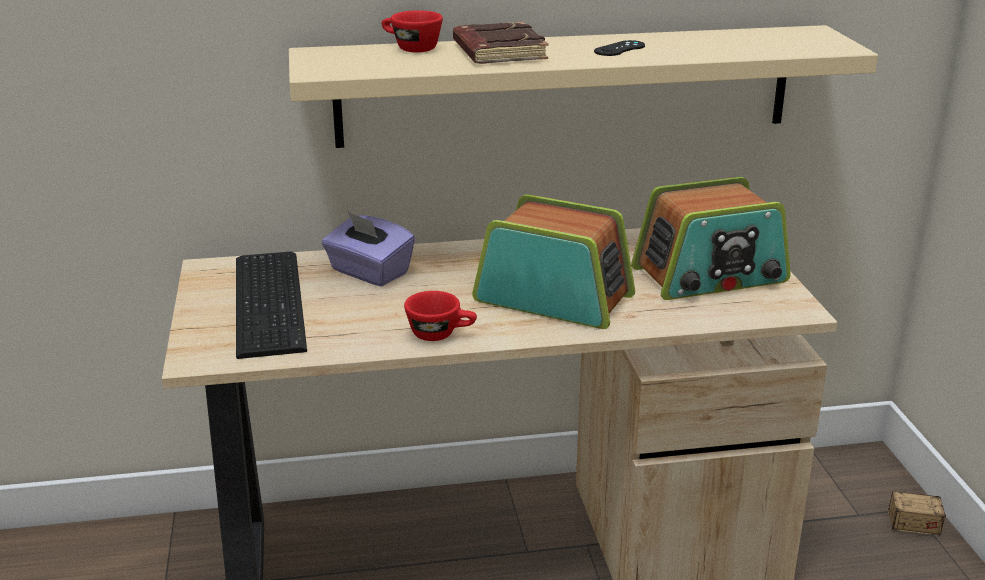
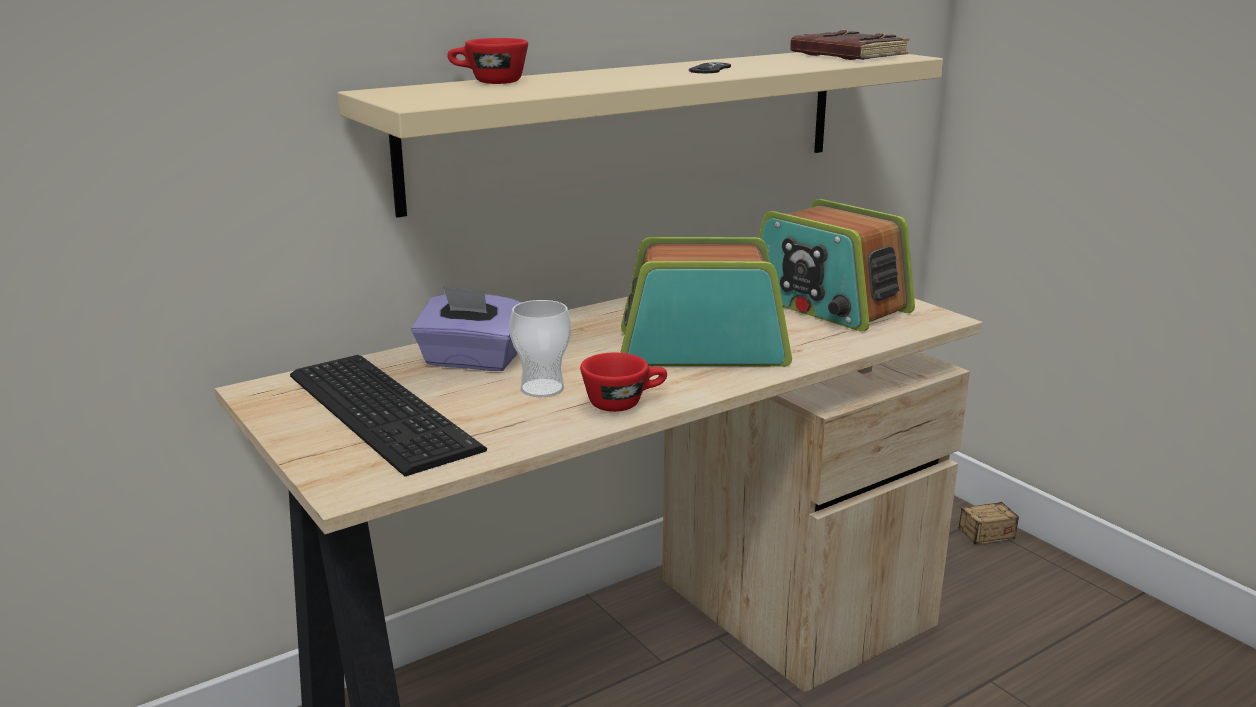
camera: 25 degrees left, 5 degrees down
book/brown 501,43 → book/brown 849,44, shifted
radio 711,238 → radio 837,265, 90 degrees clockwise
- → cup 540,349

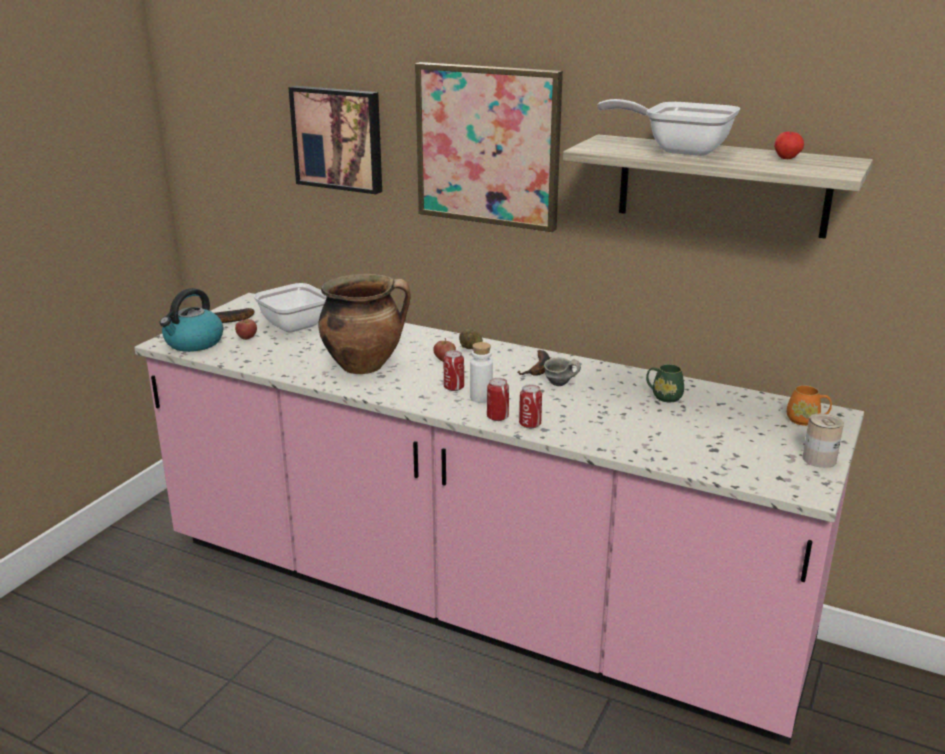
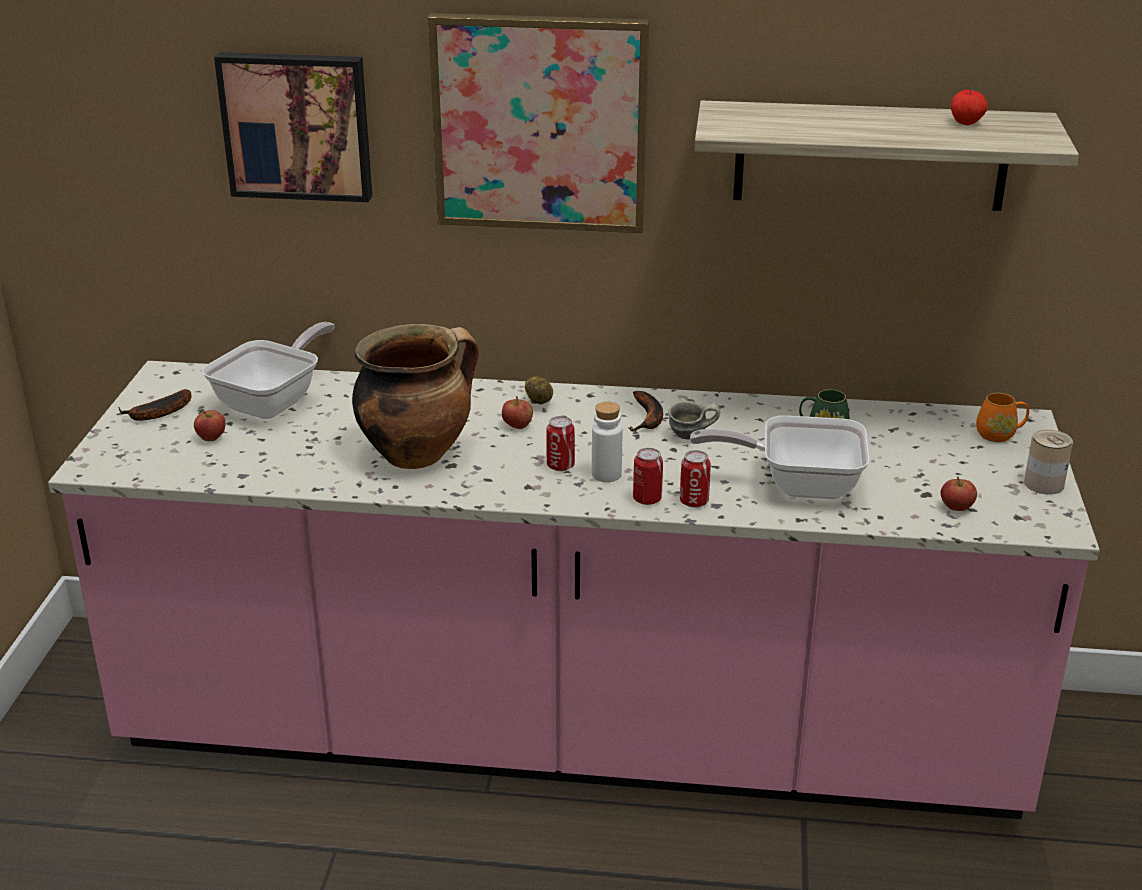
camera: 20 degrees left, 5 degrees up
frying pan 668,127 → frying pan 780,457, shifted
kettle 191,320 → -
- → apple 959,493

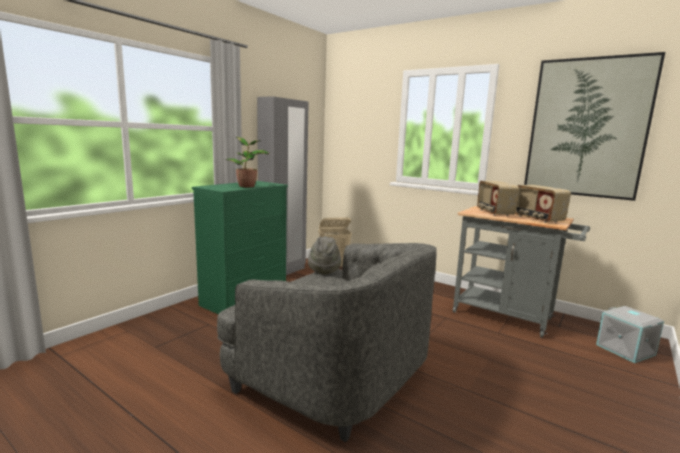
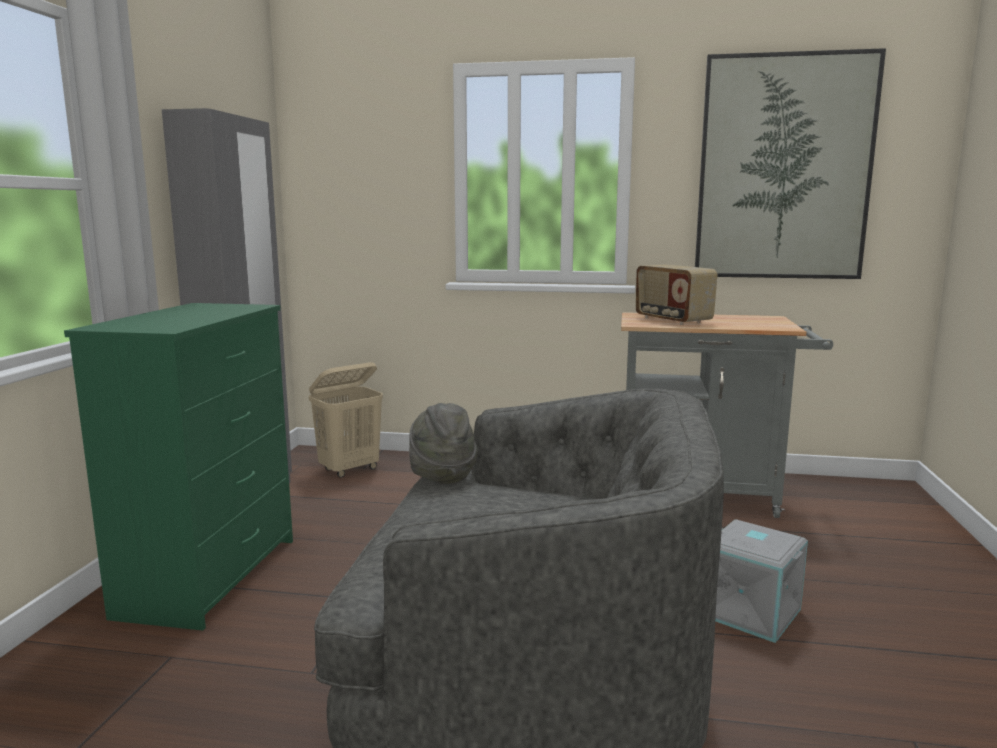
camera: 25 degrees left, 0 degrees up
potted plant 248,162 → -
radio 543,204 → -
storage box/grey 630,334 → storage box/grey 761,581, shifted

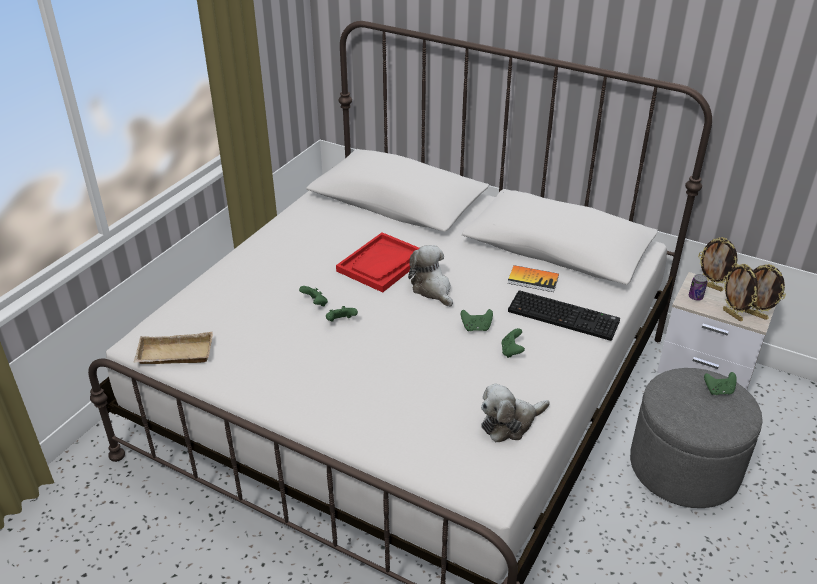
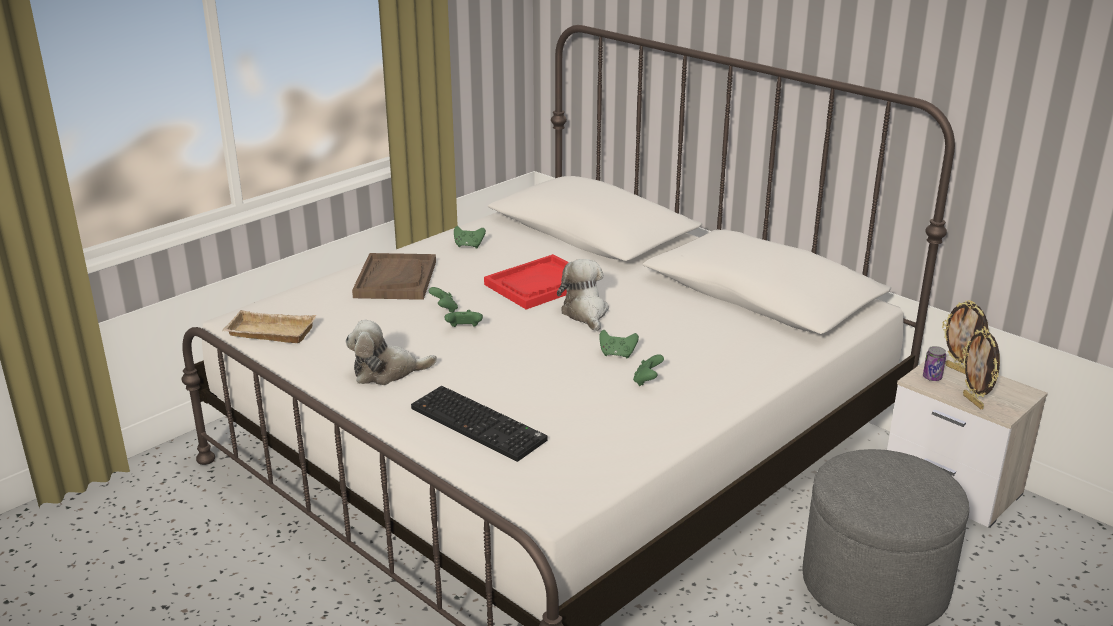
camera: 15 degrees right, 10 degrees down
picture frame 765,292 → -
book 533,278 → -
keyboard 564,315 → keyboard 479,424, shifted
game controller/green 720,383 → game controller/green 470,237, shifted
plush toy 515,413 → plush toy 391,352, shifted
- → tray/brown 394,276

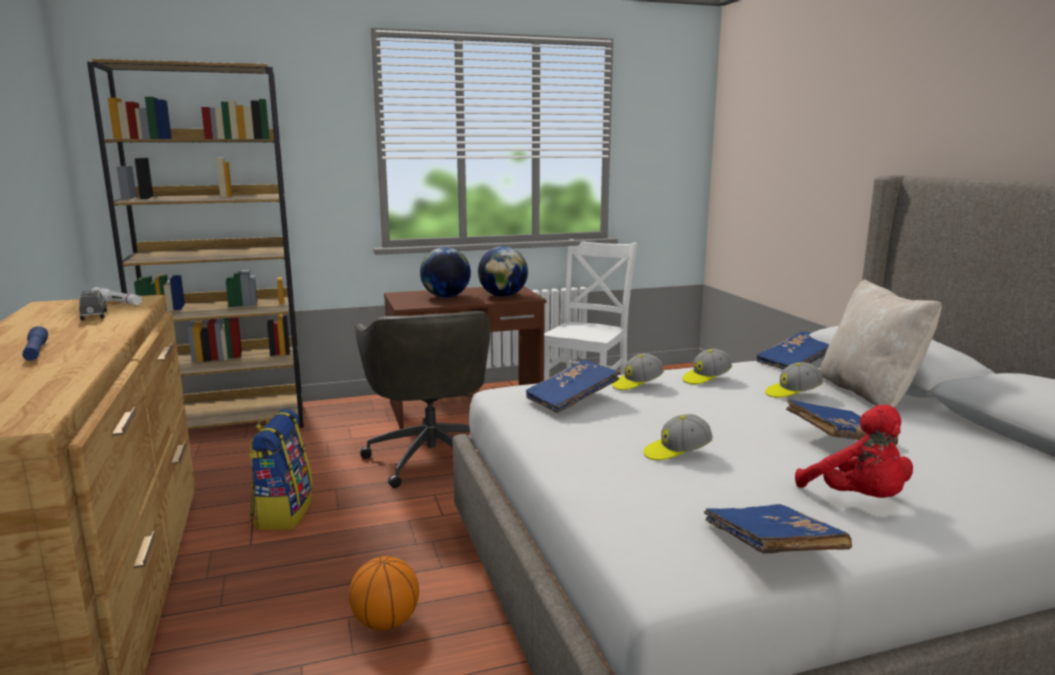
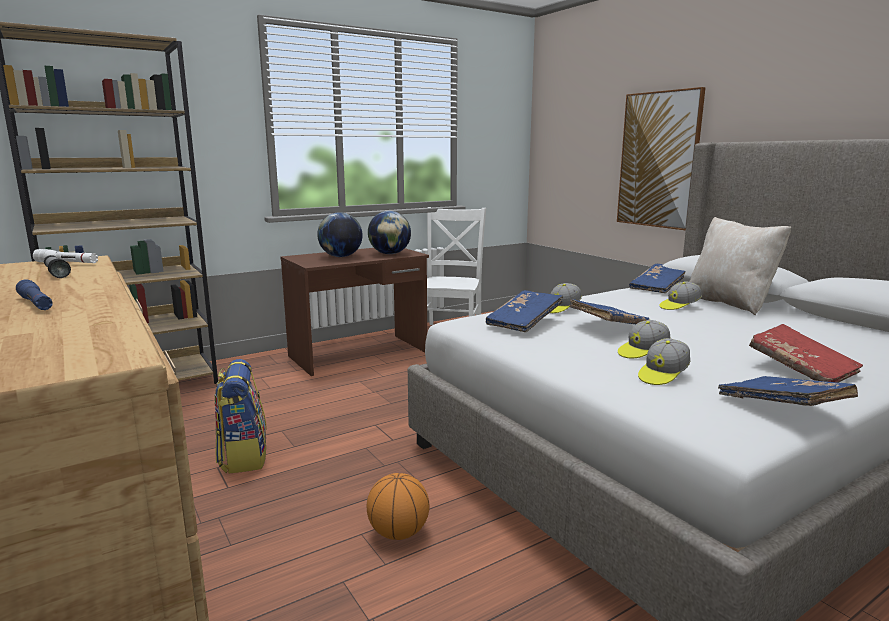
camera: 15 degrees left, 0 degrees up
toy car/grey 93,305 → flashlight 57,266
office chair/grey 422,399 → -
cap 707,366 → cap 664,361, shifted
book/blue 842,422 → book/blue 609,311, shifted
plush toy/red 854,451 → book/red 806,353
- → picture 661,159

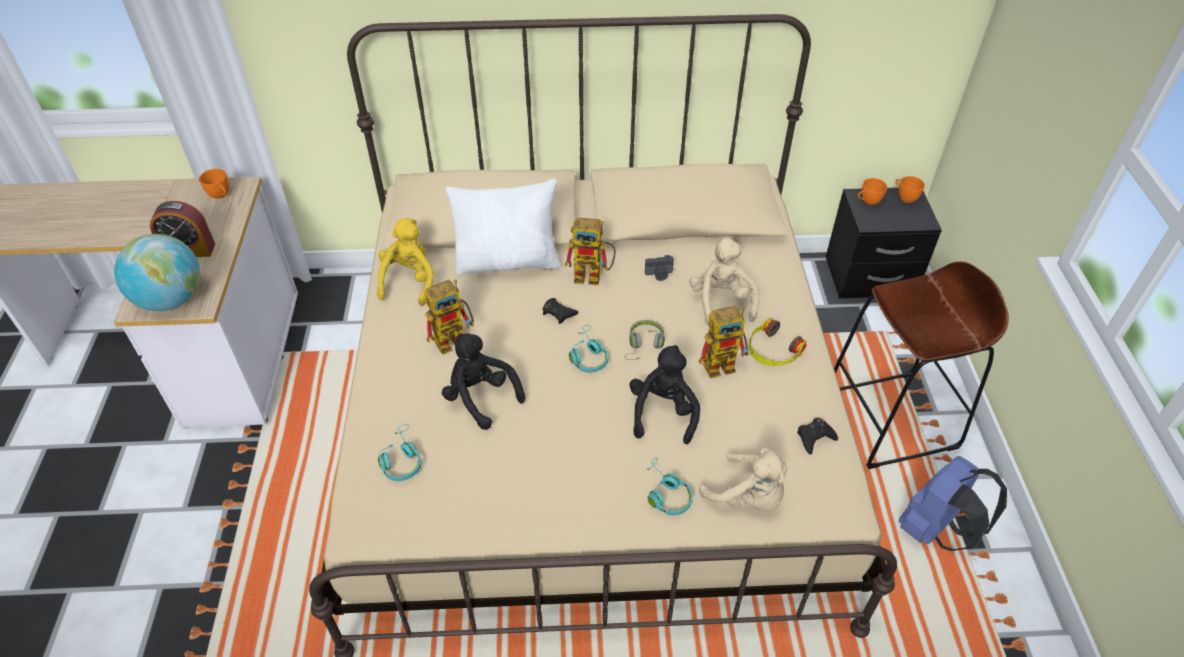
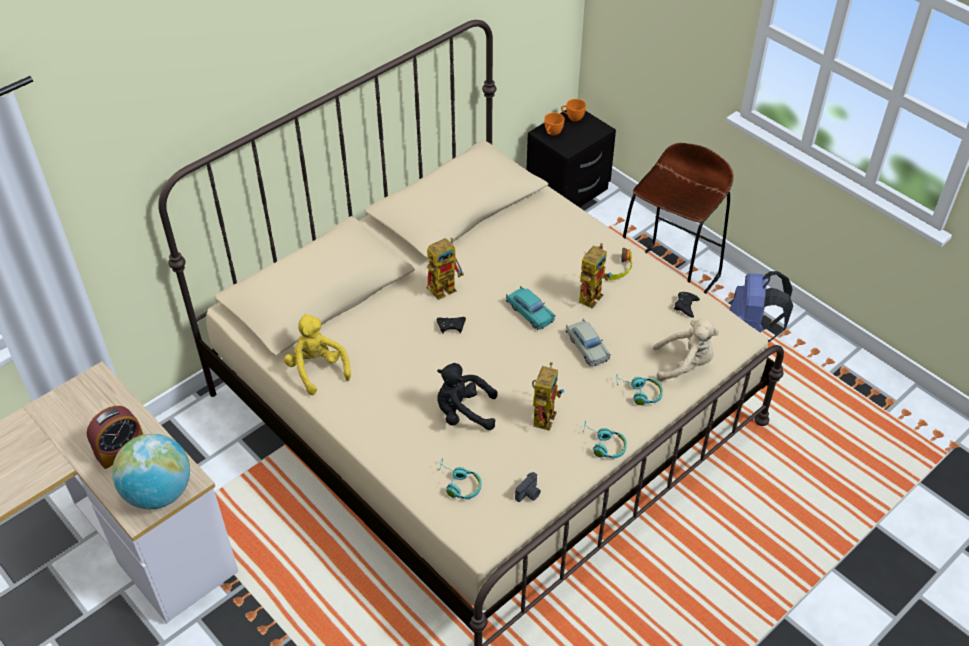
camera: 40 degrees left, 0 degrees up
cup/orange 214,184 → -
pillow/white 503,227 → -
plush toy/beige 724,281 → -
photo camera 659,268 → photo camera 528,487, shifted
toy robot 449,317 → toy robot 548,396, shifted
headphones/grey 645,340 → toy car/turquoise 530,308
headphones/turquoise 588,348 → headphones/turquoise 604,439, shifted
plush toy/black 664,394 → toy car/beige 588,342

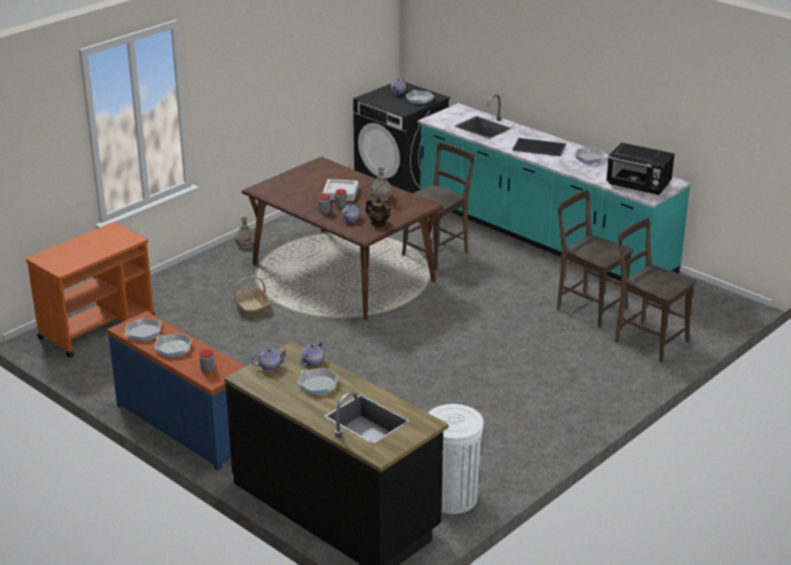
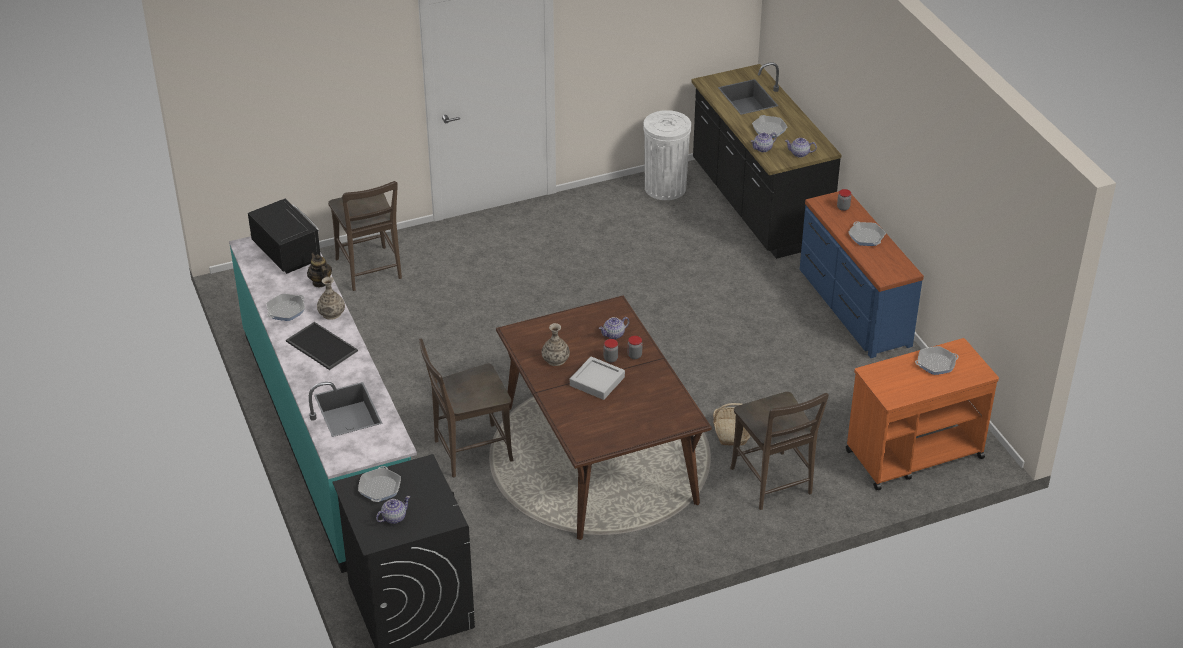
camera: 155 degrees left, 10 degrees up
chair/brown 595,259 → chair/brown 779,451, shifted
teapot 378,211 → teapot 319,270, shifted
vase 245,231 → vase 331,298, shifted
frying pan 143,329 → frying pan 937,360, shifted

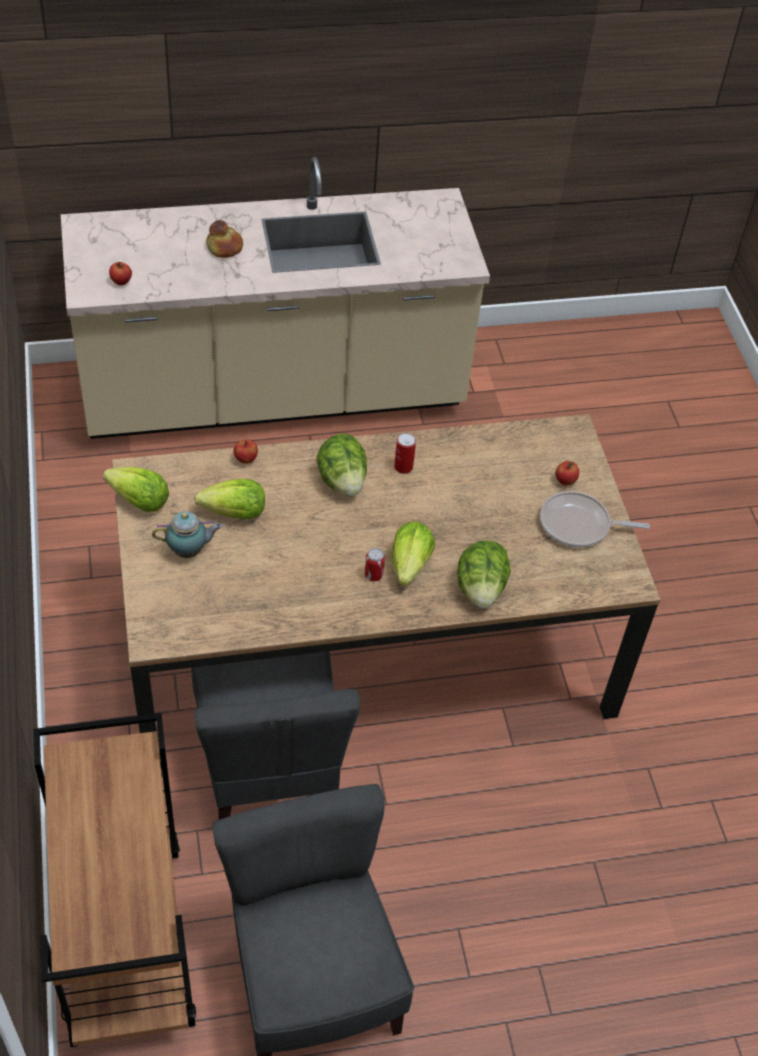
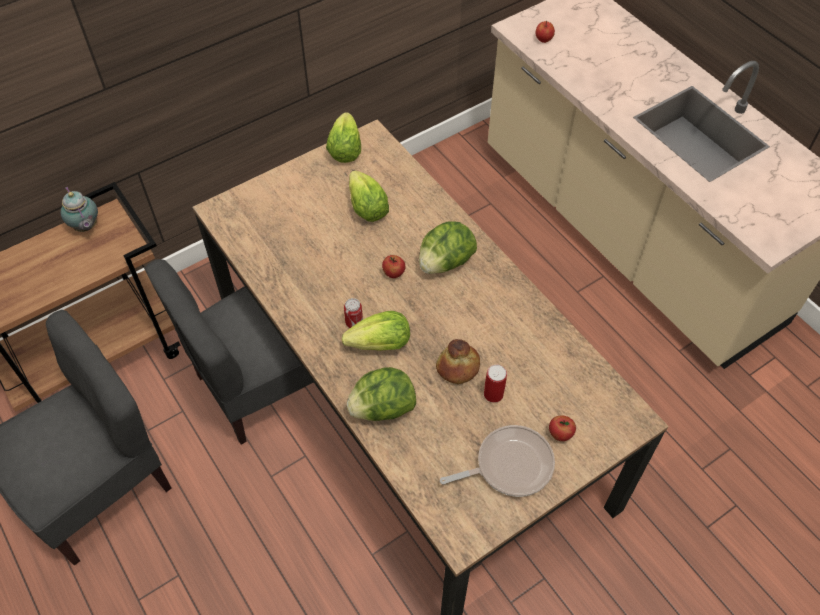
camera: 70 degrees right, 5 degrees up
bread 224,239 → bread 458,361, shifted
can 405,453 → can 495,384, shifted
apple 245,452 → apple 394,266, shifted
frying pan 595,519 → frying pan 497,461, 90 degrees clockwise
teapot 187,534 → teapot 79,209, shifted

